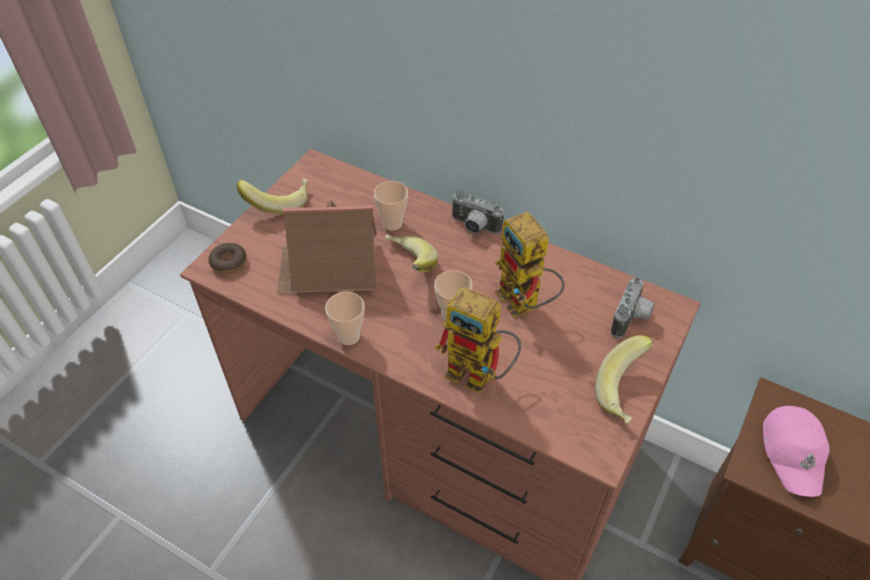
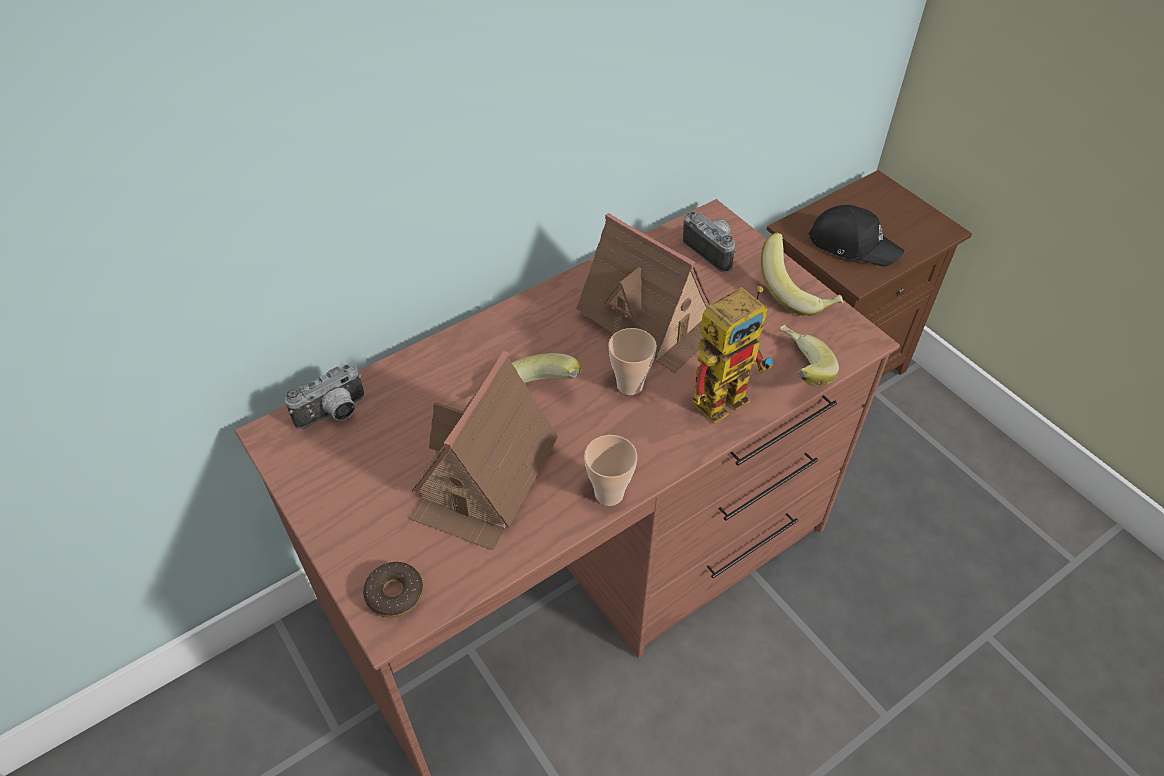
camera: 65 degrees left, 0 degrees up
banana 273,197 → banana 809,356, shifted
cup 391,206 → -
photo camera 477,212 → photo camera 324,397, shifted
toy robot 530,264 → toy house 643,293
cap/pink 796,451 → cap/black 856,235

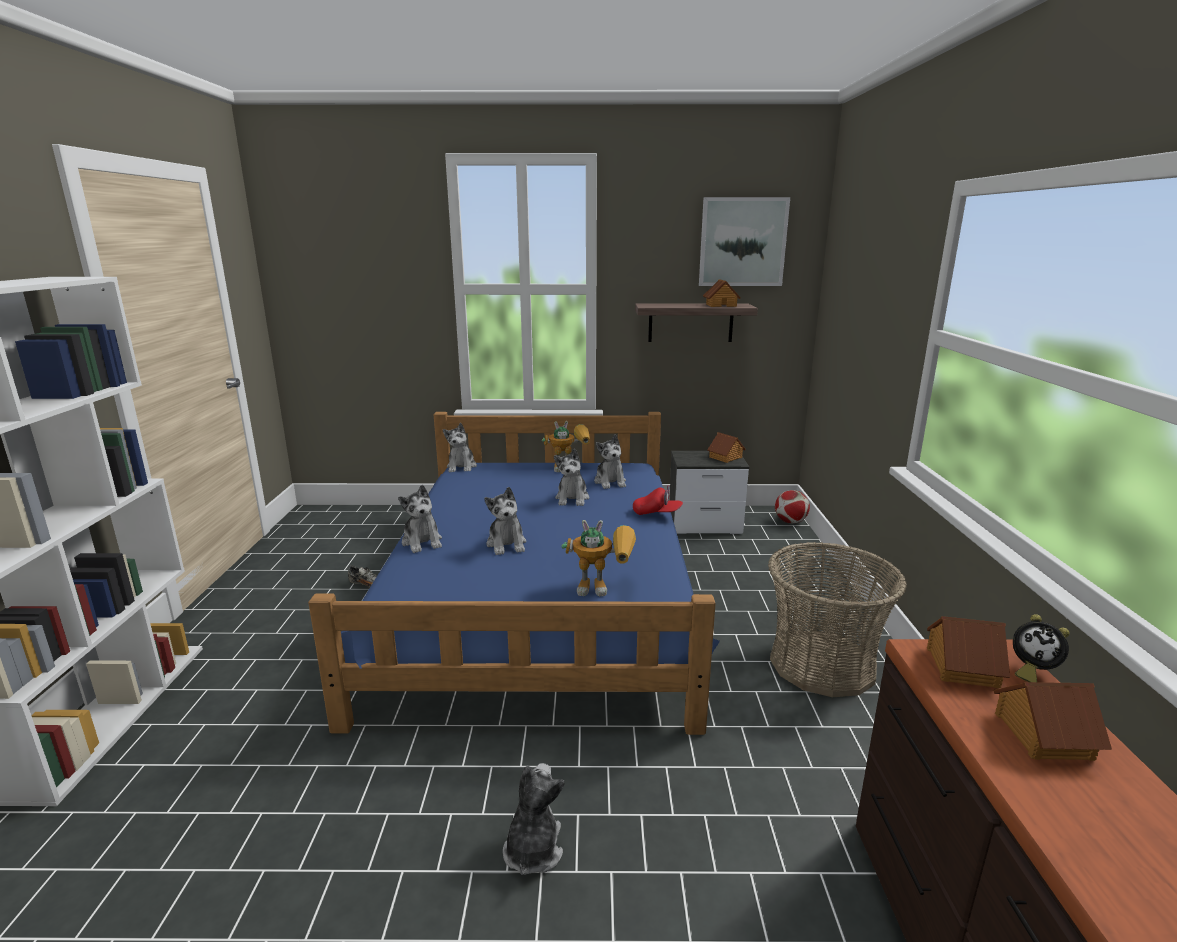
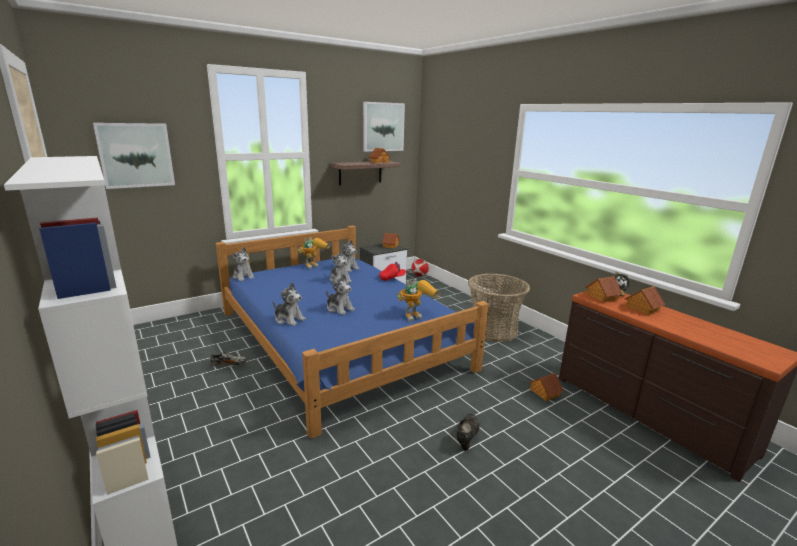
camera: 35 degrees left, 0 degrees up
plush toy 534,819 → shoe/black 468,432
- → picture 134,156
- → toy house 546,387

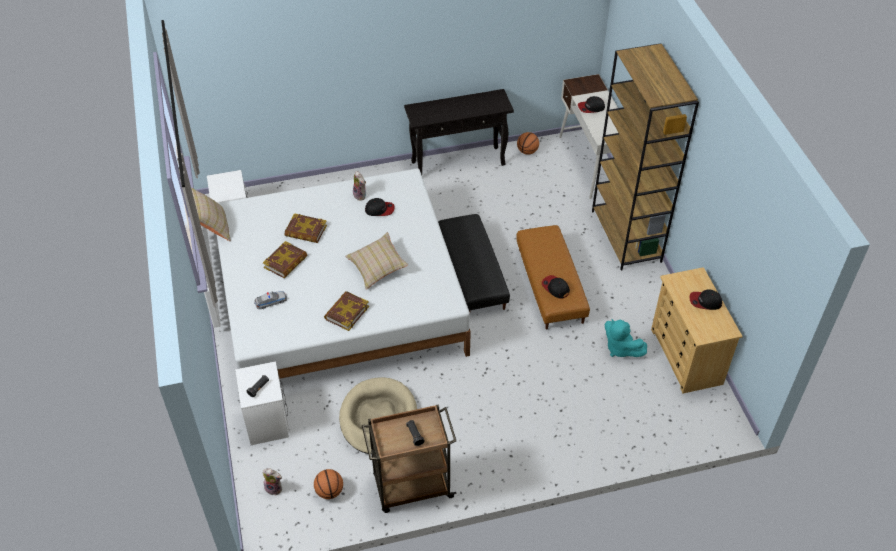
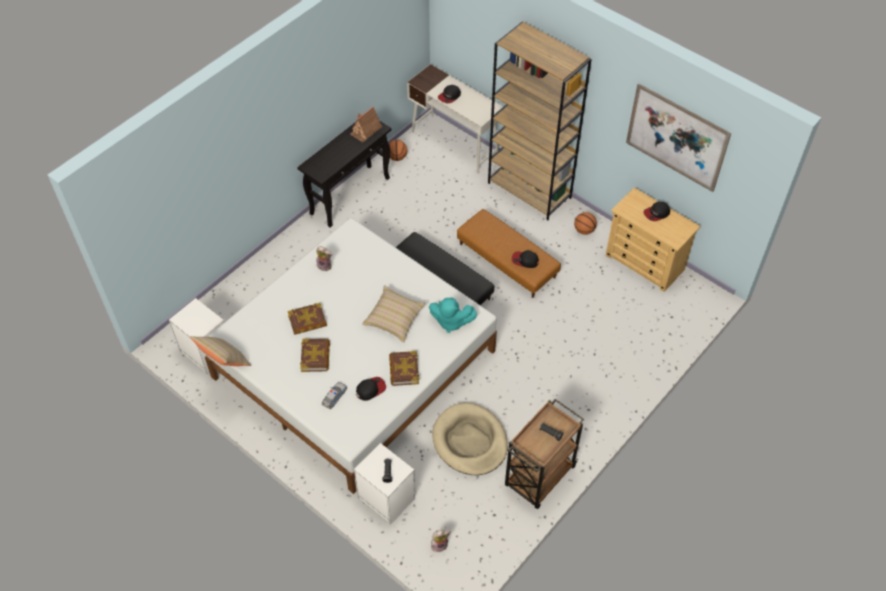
camera: 35 degrees left, 5 degrees up
cap 380,207 → cap 371,389, shifted
plush toy/turquoise 626,338 → plush toy/turquoise 453,315, shifted
basketball 328,484 → basketball 585,223, shifted
- → picture 678,137
- → toy house 366,124

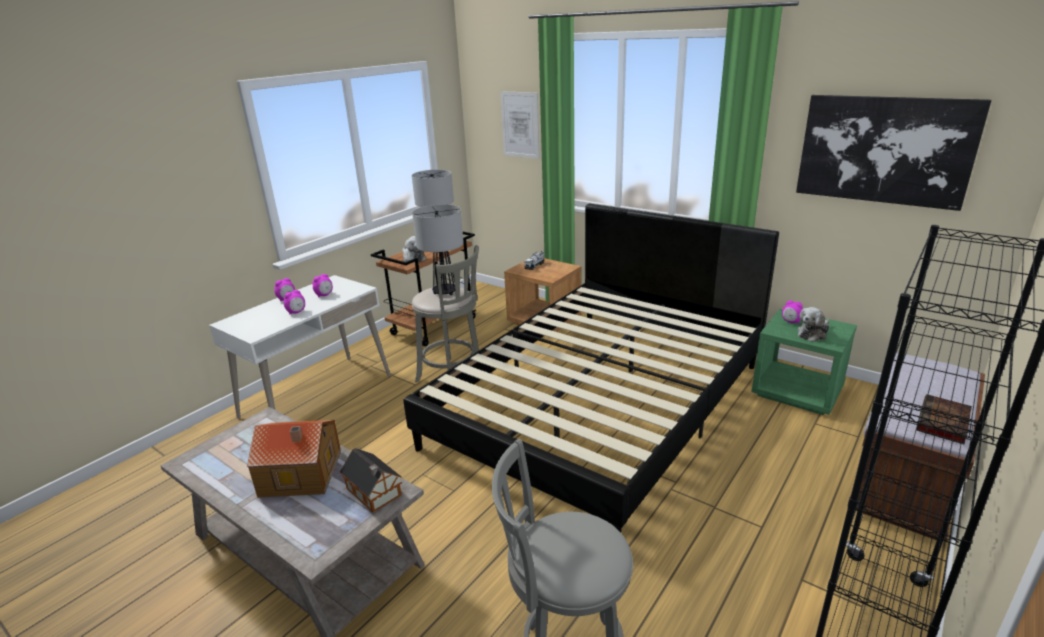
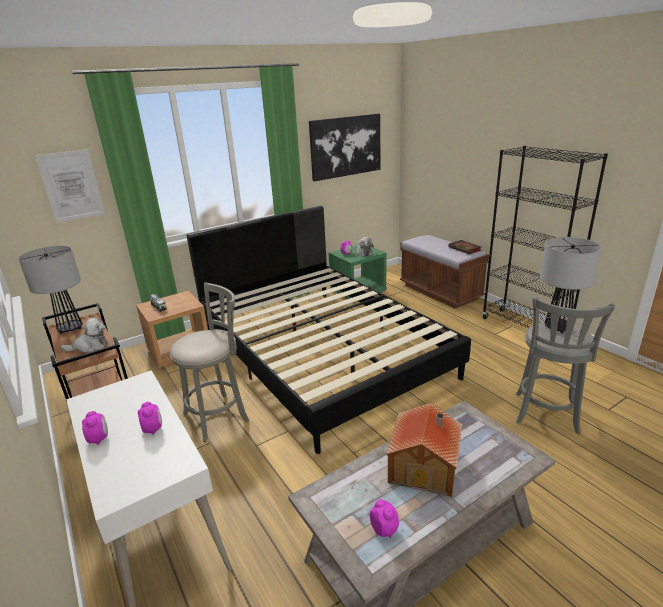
camera: 70 degrees left, 0 degrees up
table lamp 438,249 → table lamp 571,285, shifted
alarm clock 322,285 → alarm clock 384,518, shifted
toy house 371,480 → -

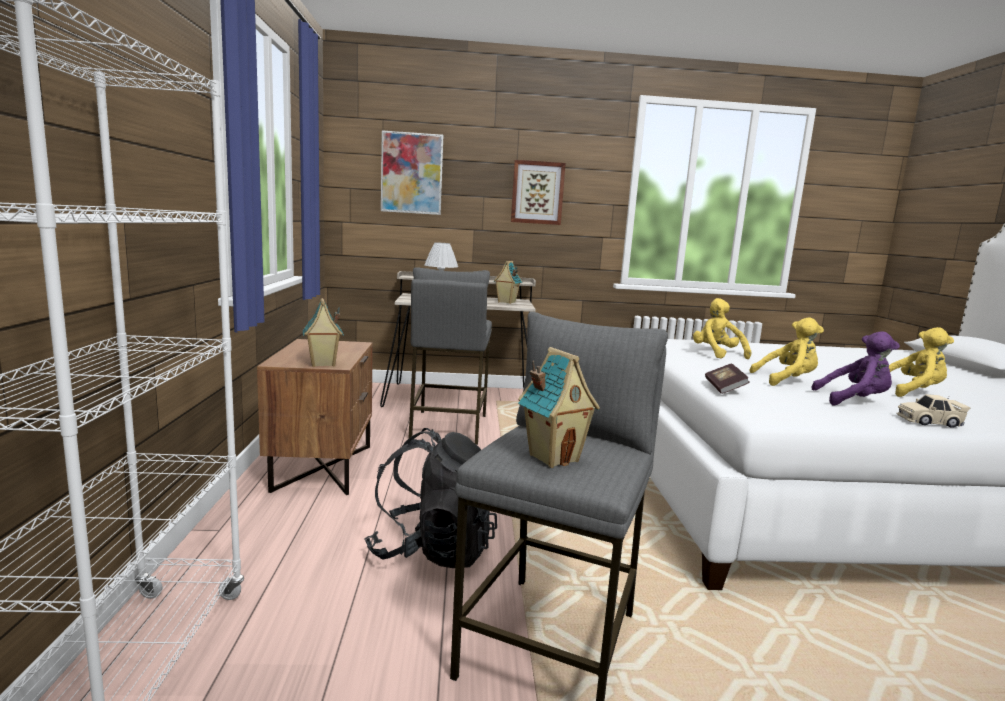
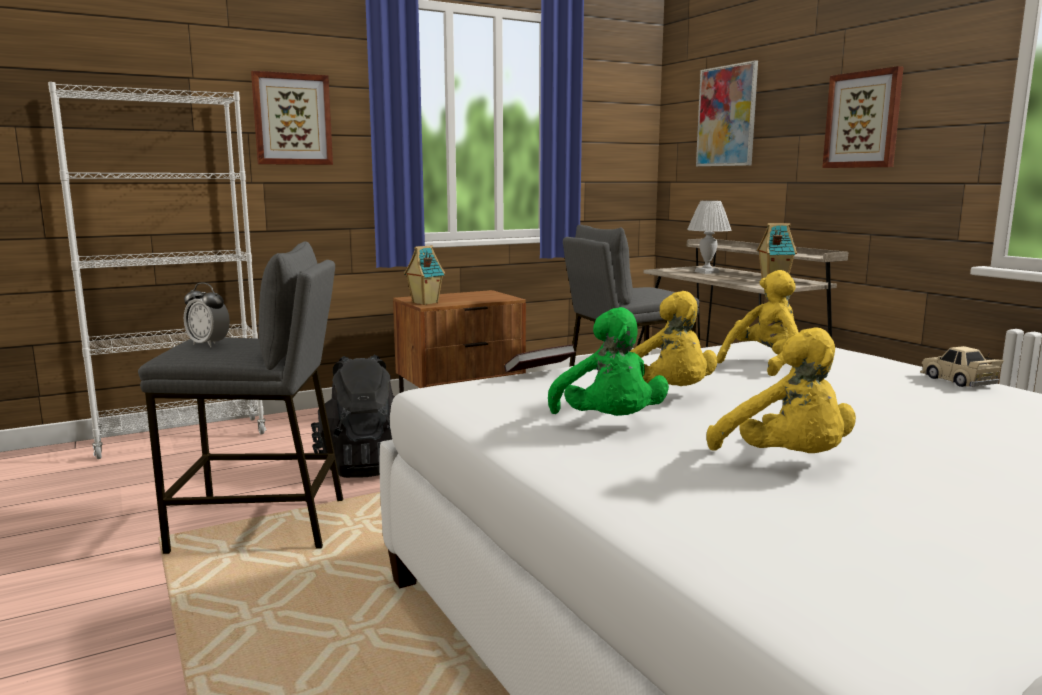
camera: 65 degrees right, 0 degrees up
plush toy/purple 855,368 → plush toy/green 608,361
toy house 559,407 → alarm clock 207,314
toy car/beige 934,411 → toy car/beige 962,366, shifted
- → picture 292,118

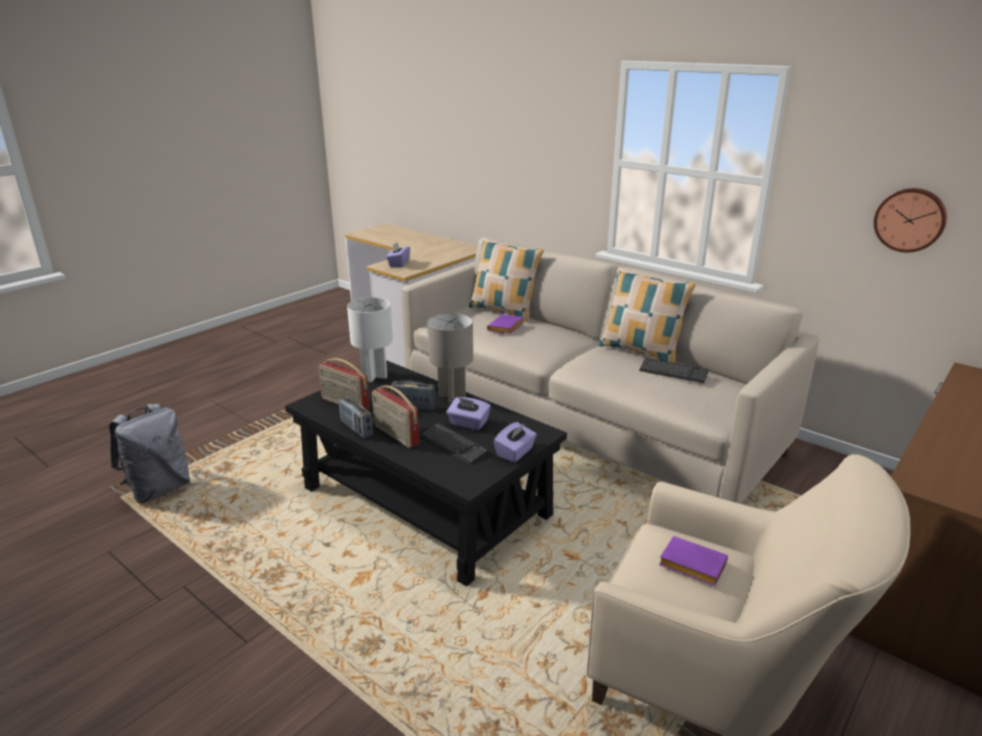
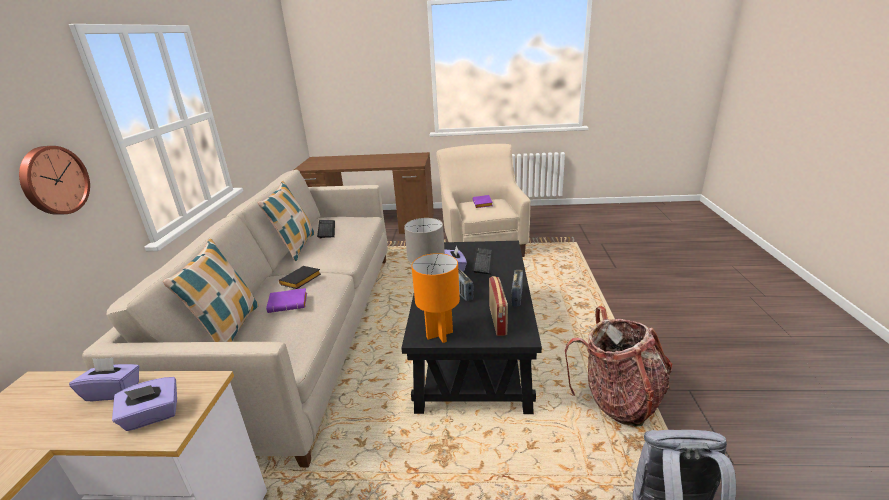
camera: 125 degrees left, 0 degrees up
wall clock 910,220 → wall clock 54,180, shifted
table lamp/white 370,339 → table lamp/orange 436,298
radio 395,417 → -
tissue box/purple 515,442 → tissue box/purple 104,379, shifted
- → book/black 300,277
- → backpack 619,366

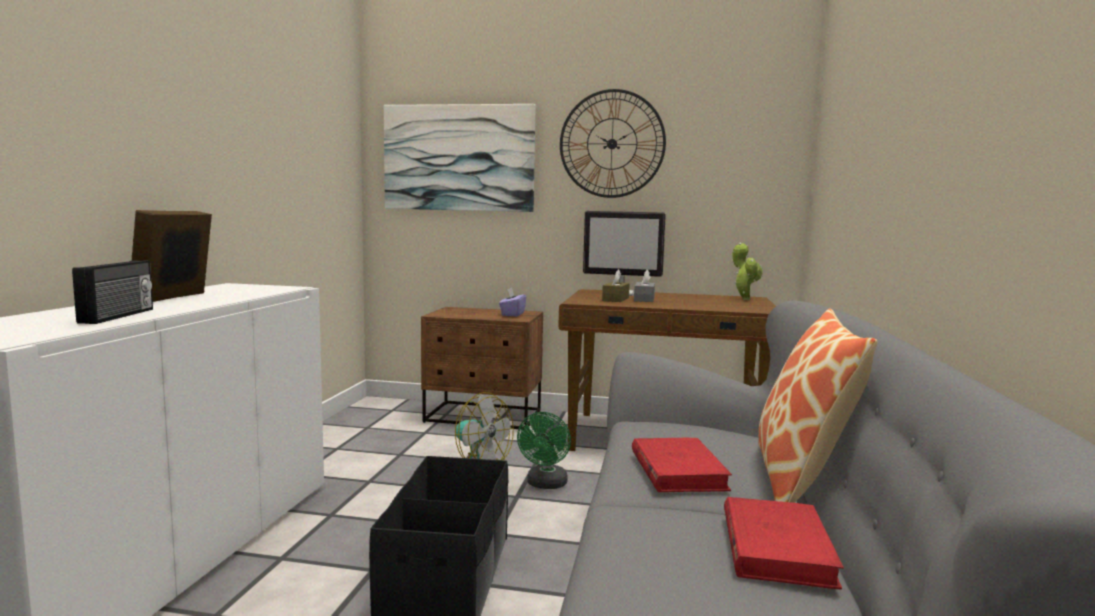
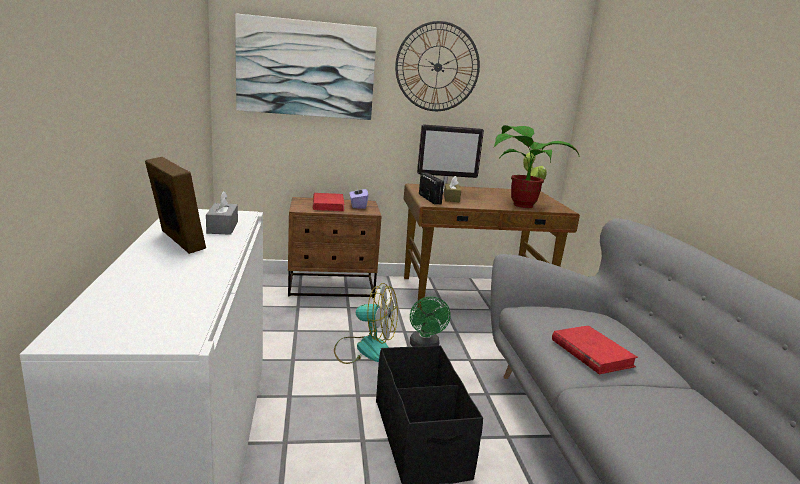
camera: 20 degrees left, 10 degrees up
picture frame 172,256 → picture frame 175,205, 150 degrees clockwise
radio 112,292 → radio 431,189, shifted
tissue box/grey 644,286 → tissue box/grey 222,213, shifted
pillow 817,406 → -
book/red 784,543 → book/red 329,202, shifted
- → potted plant 536,166

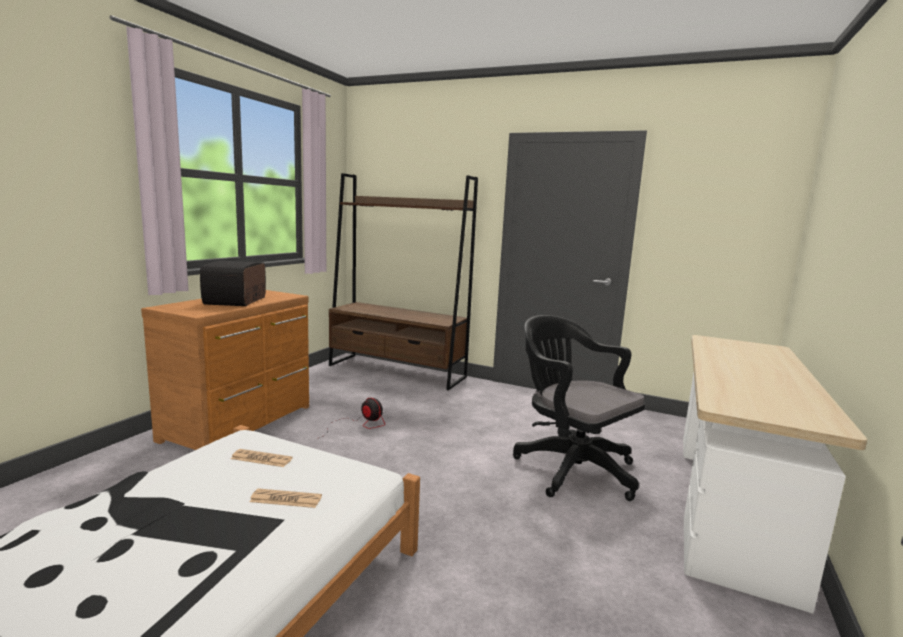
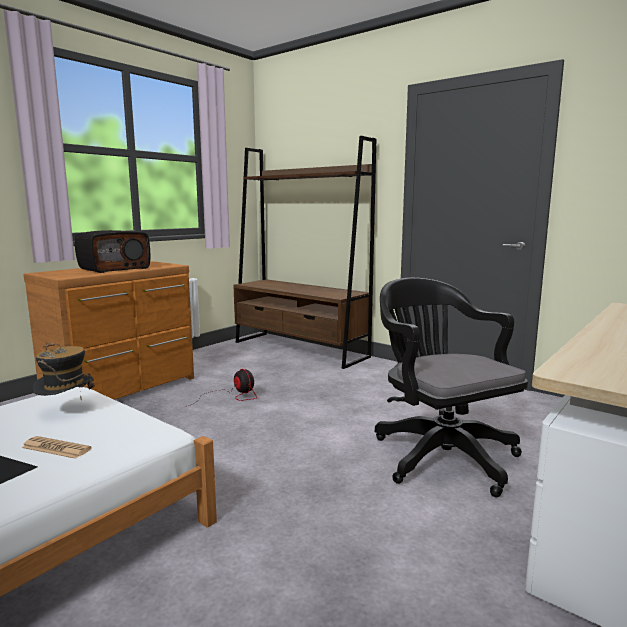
camera: 15 degrees right, 0 degrees up
radio 233,283 → radio 112,251, 150 degrees counterclockwise
newspaper 262,458 → hat 64,369

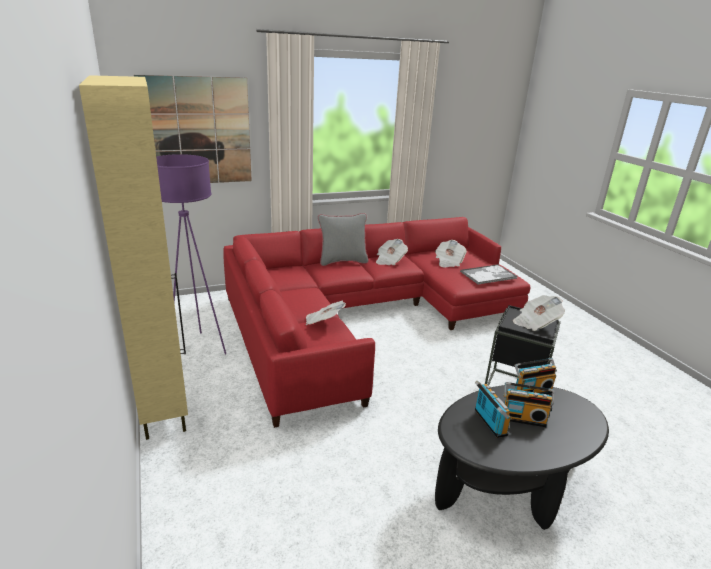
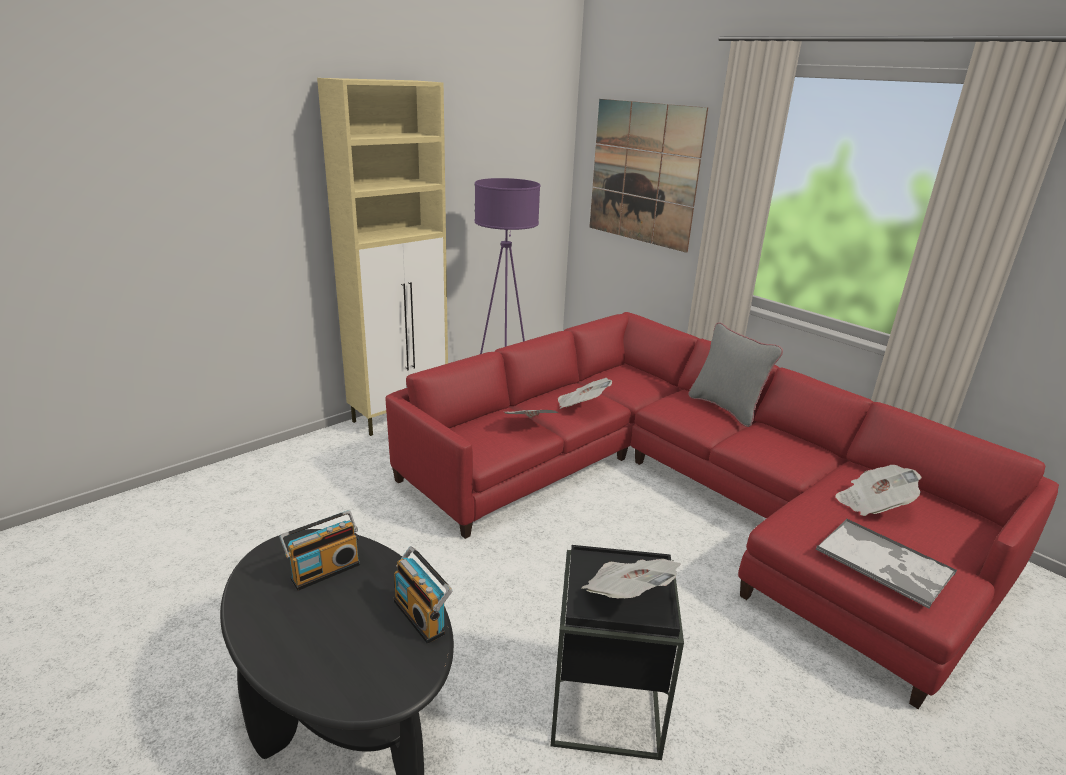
camera: 70 degrees right, 0 degrees up
newspaper 392,252 → newspaper 585,393, shifted
radio 528,404 → -

